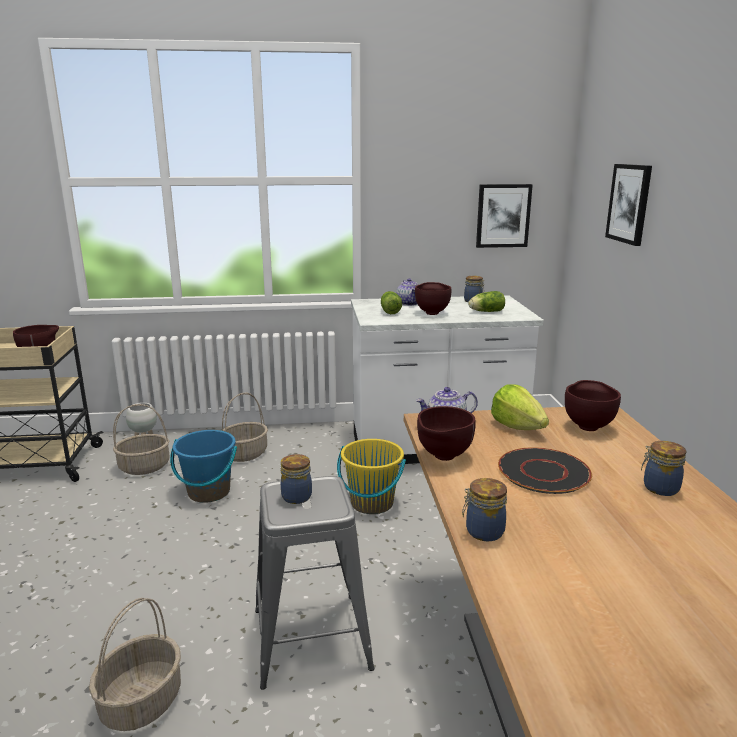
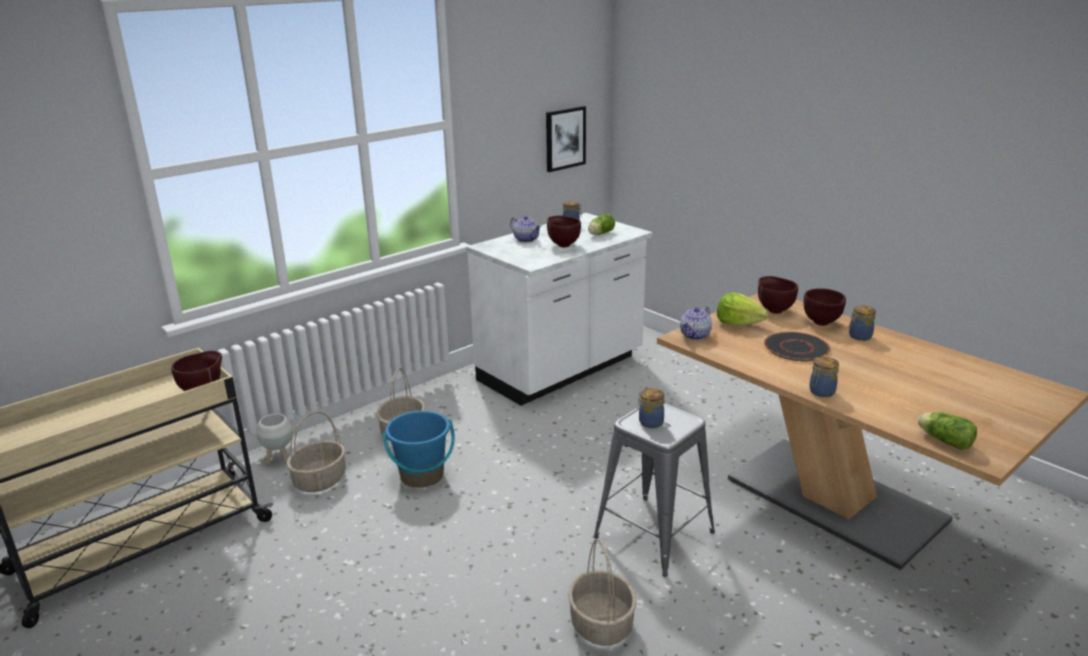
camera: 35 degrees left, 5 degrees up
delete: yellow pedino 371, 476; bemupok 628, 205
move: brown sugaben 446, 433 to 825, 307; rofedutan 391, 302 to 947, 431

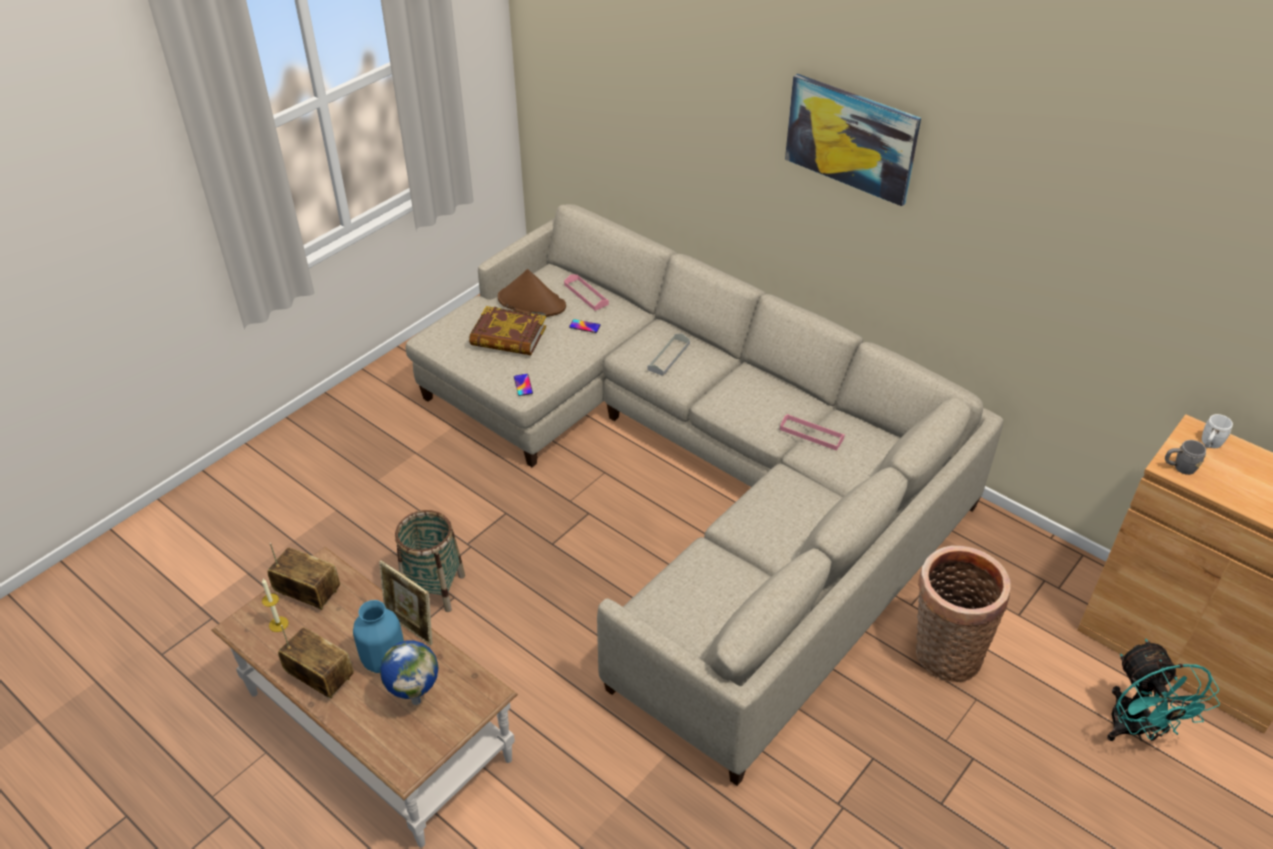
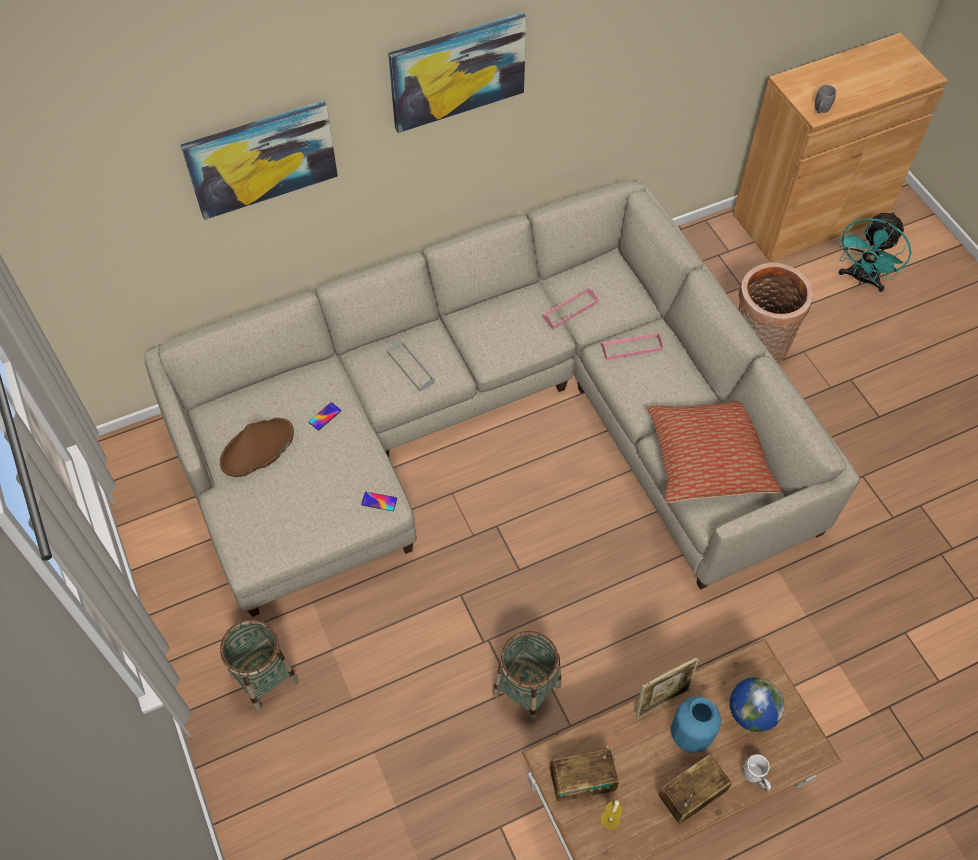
camera: 65 degrees left, 15 degrees up
delete: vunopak 507, 330
insert: bemupok 259, 160; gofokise 259, 665; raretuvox 714, 452
move: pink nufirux 586, 292 to 632, 346; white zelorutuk 1217, 431 to 757, 773
rotate: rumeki 303, 576 = 584, 774 150 degrees counterclockwise; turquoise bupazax 1163, 690 = 875, 251 105 degrees clockwise

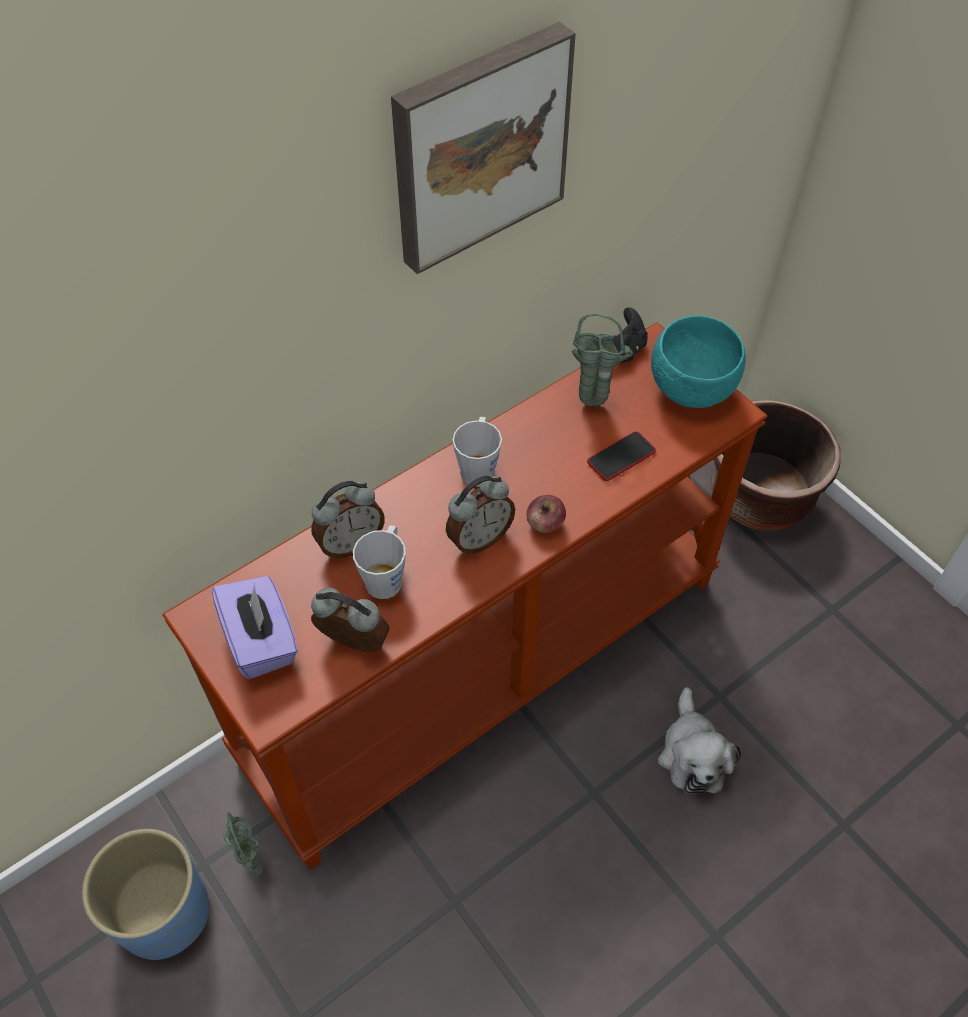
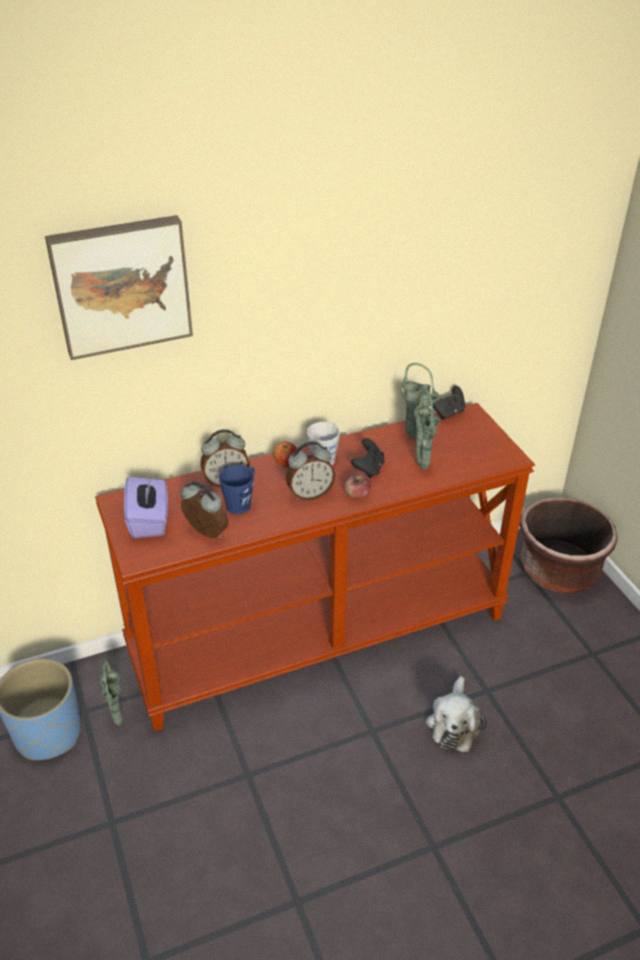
camera: 15 degrees right, 15 degrees down
delete: turquoise sugaben 698, 361
insert: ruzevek 285, 455; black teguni 367, 458
move: bemupok 483, 148 to 119, 287
replace: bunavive 621, 456 to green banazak 427, 429
recolor: grey zelorutuk 379, 562 to blue zelorutuk 237, 489

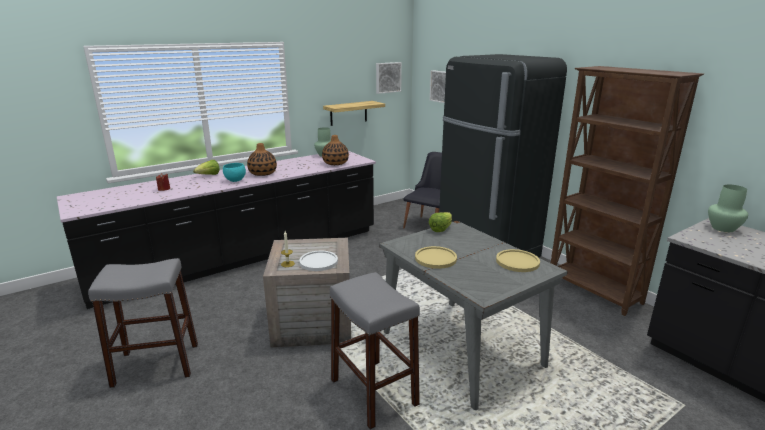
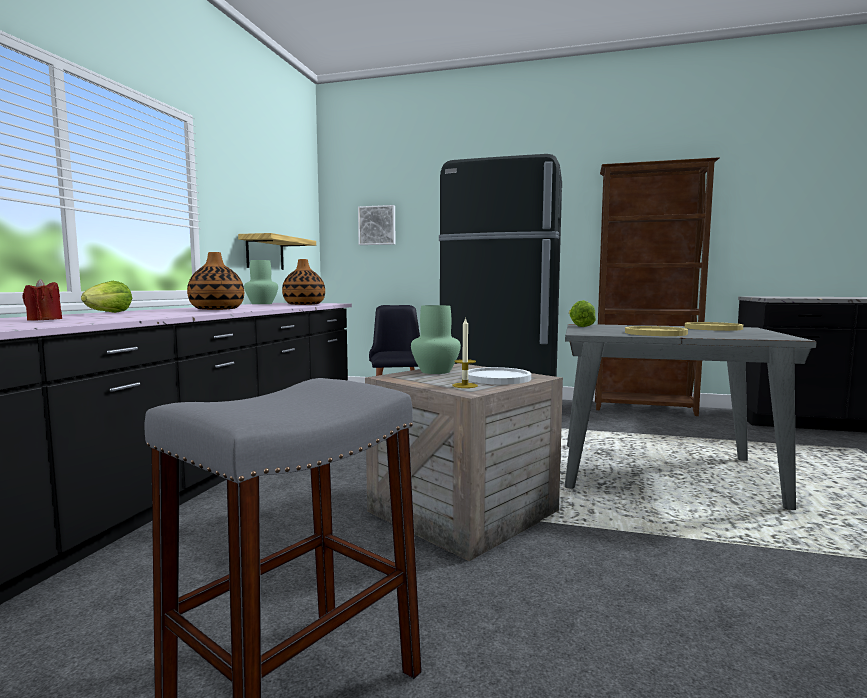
camera: 40 degrees left, 15 degrees down
delete: turquoise sugaben 234, 172; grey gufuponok 375, 350; bemupok 389, 78
move: green banazak 728, 208 to 436, 339

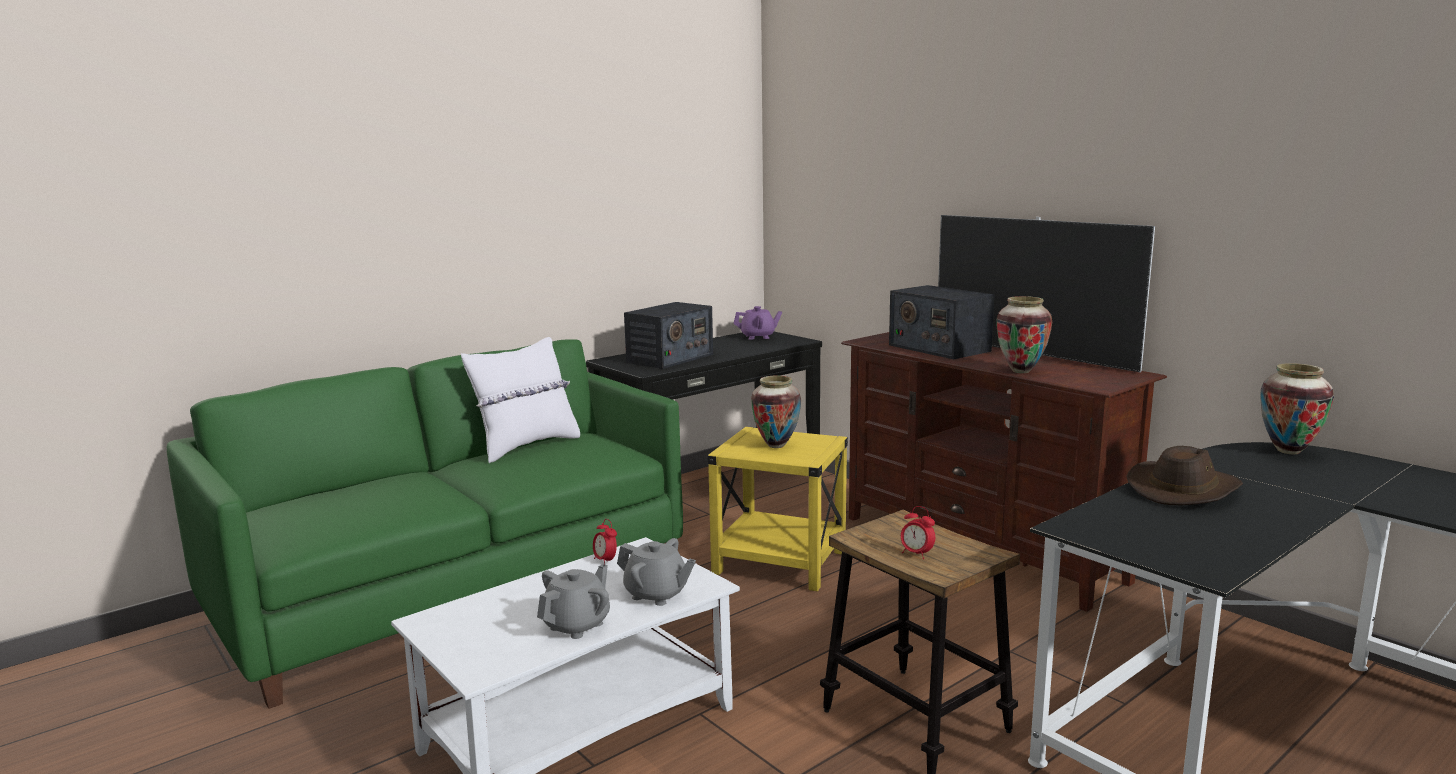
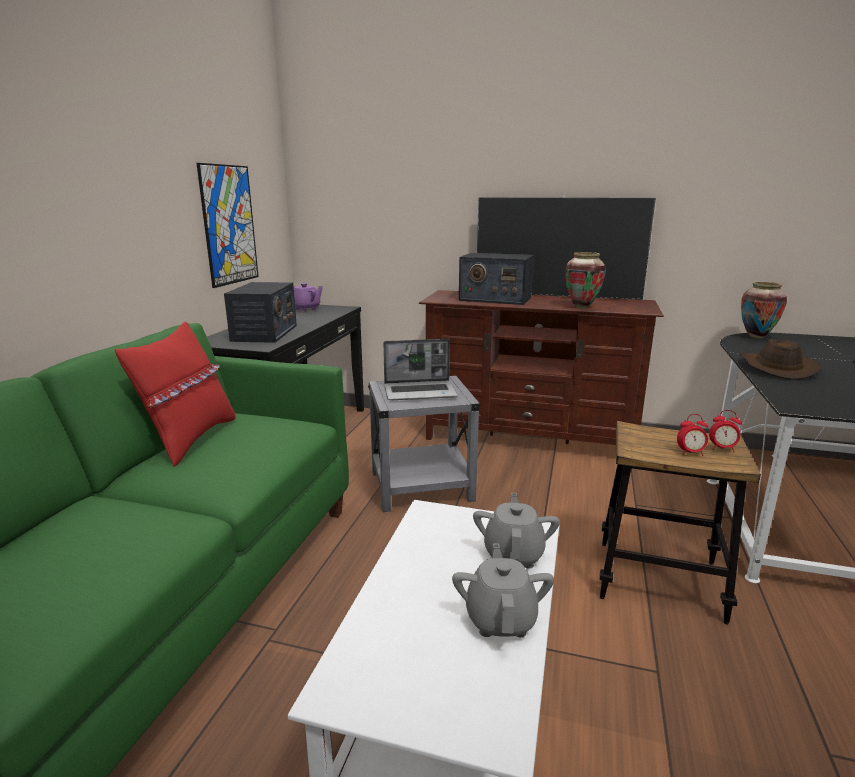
camera: 35 degrees left, 5 degrees up
insert: bemupok 227, 225
move: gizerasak 605, 541 to 725, 430
replace: banazak 776, 412 to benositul 420, 369
recolor: white raretuvox 520, 400 to red raretuvox 175, 394; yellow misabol 777, 509 to grey misabol 424, 444
rotate: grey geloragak 656, 572 = 516, 530 75 degrees counterclockwise

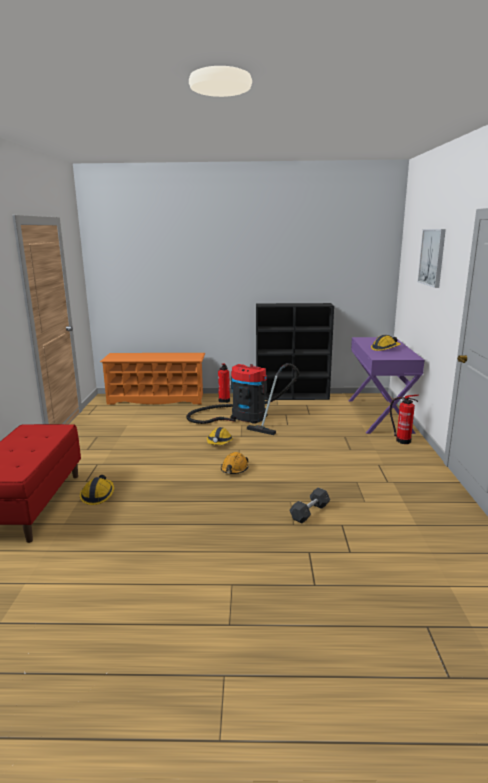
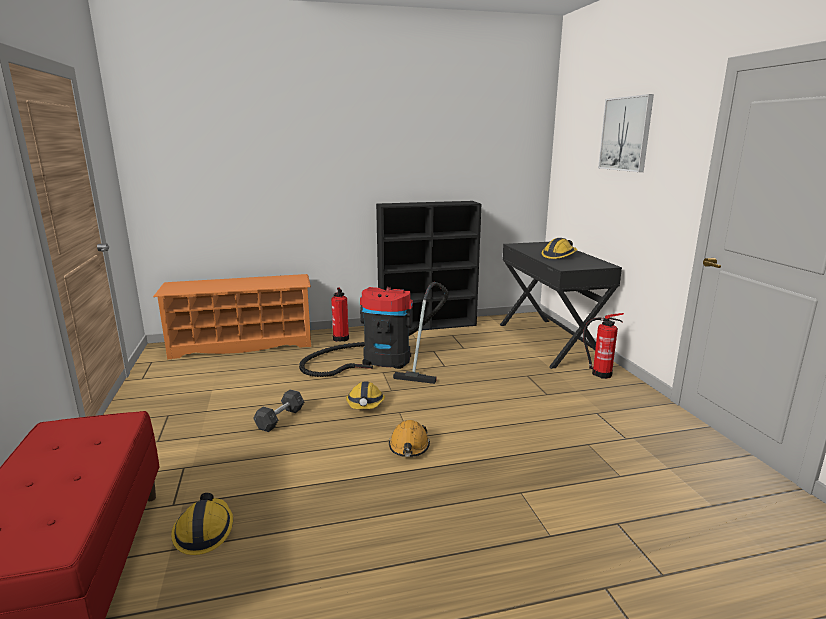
camera: 15 degrees left, 0 degrees up
move: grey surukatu 310, 505 to 278, 410
recolor: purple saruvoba 386, 385 to black saruvoba 561, 305

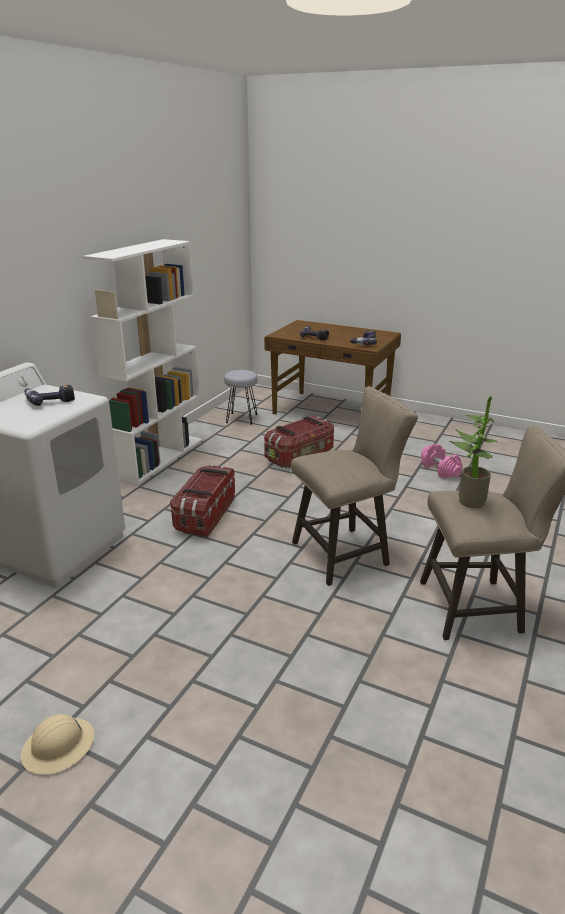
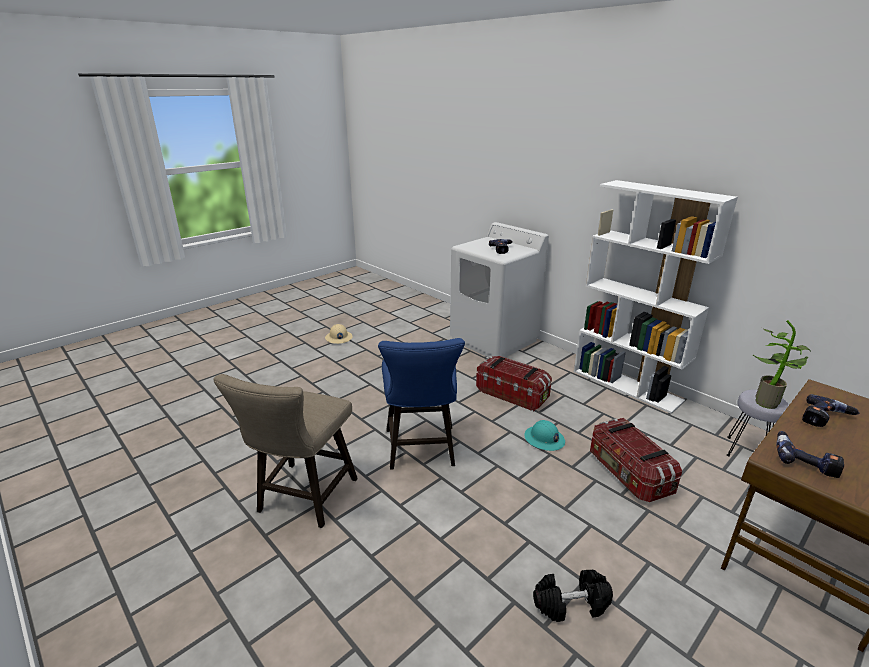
camera: 110 degrees right, 0 degrees up
insert: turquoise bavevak 544, 435
move: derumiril 473, 451 to 782, 364
recolor: beige gufuponok 354, 486 to blue gufuponok 421, 404; pink surukatu 442, 461 to black surukatu 573, 596

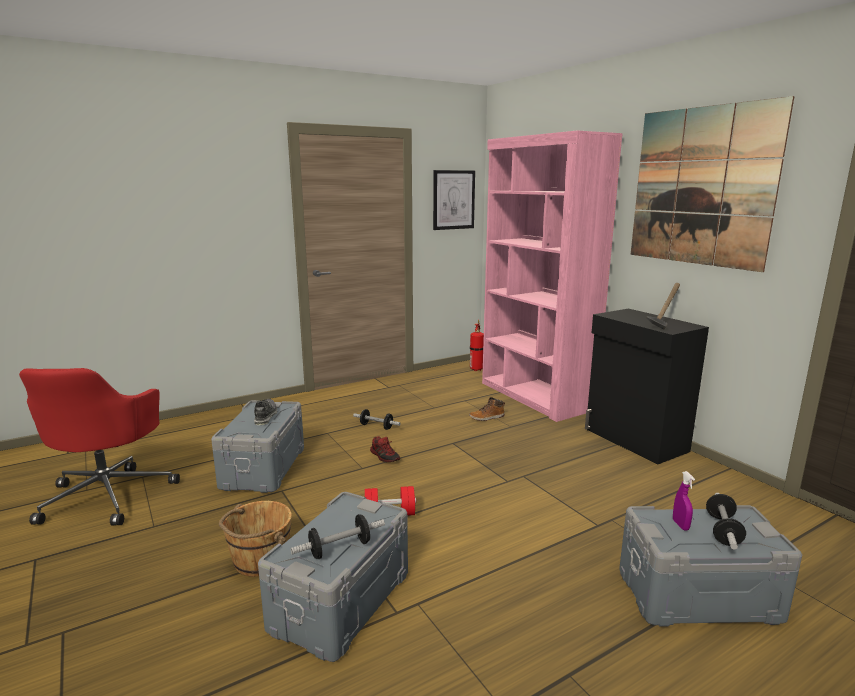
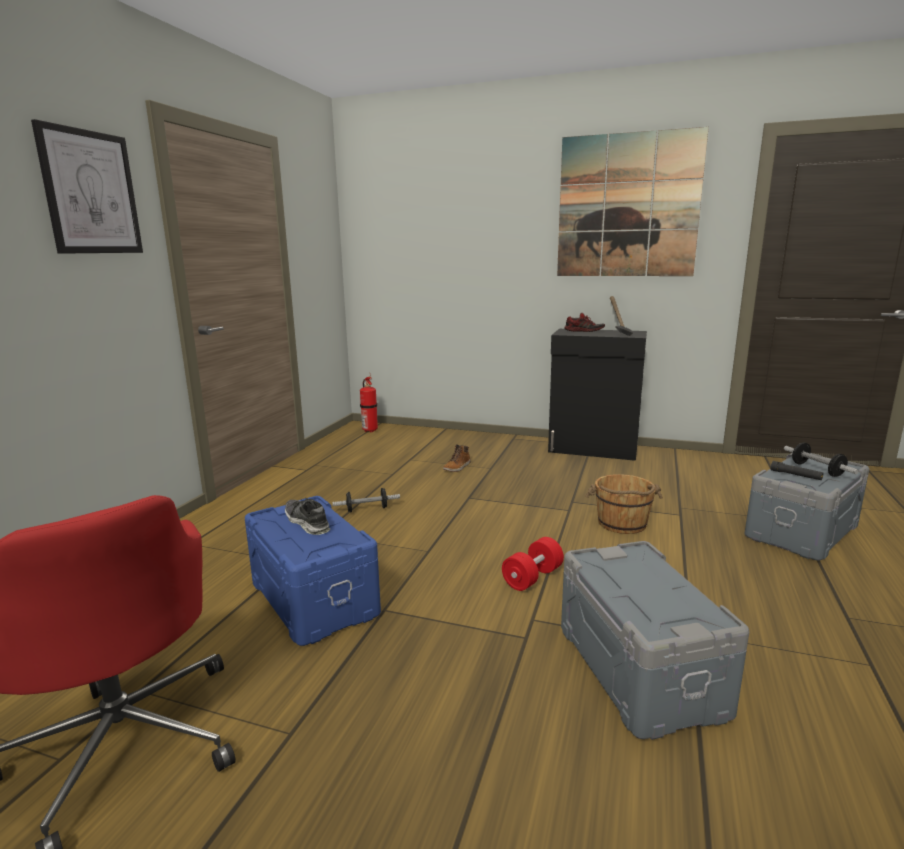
camera: 40 degrees left, 0 degrees up
delete: surukatu 337, 536; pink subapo 552, 276
move: bemupok 454, 200 to 87, 186; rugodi 385, 449 to 584, 322; brown pedino 255, 539 to 624, 504
replace: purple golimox 684, 500 to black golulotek 796, 470
recolor: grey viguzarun 257, 446 to blue viguzarun 313, 571

